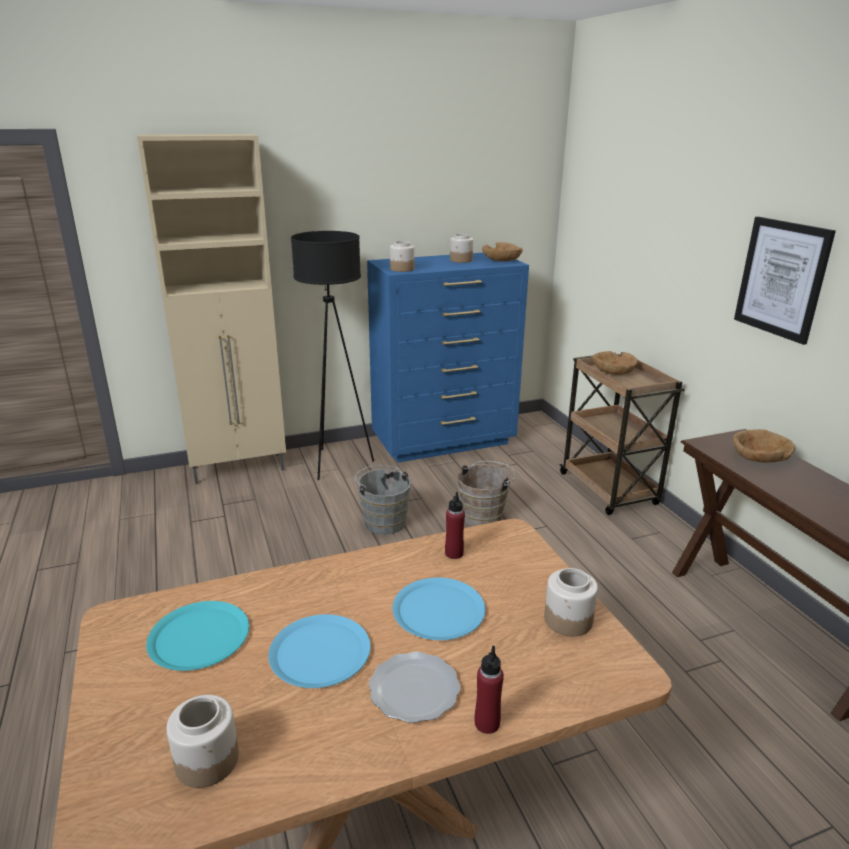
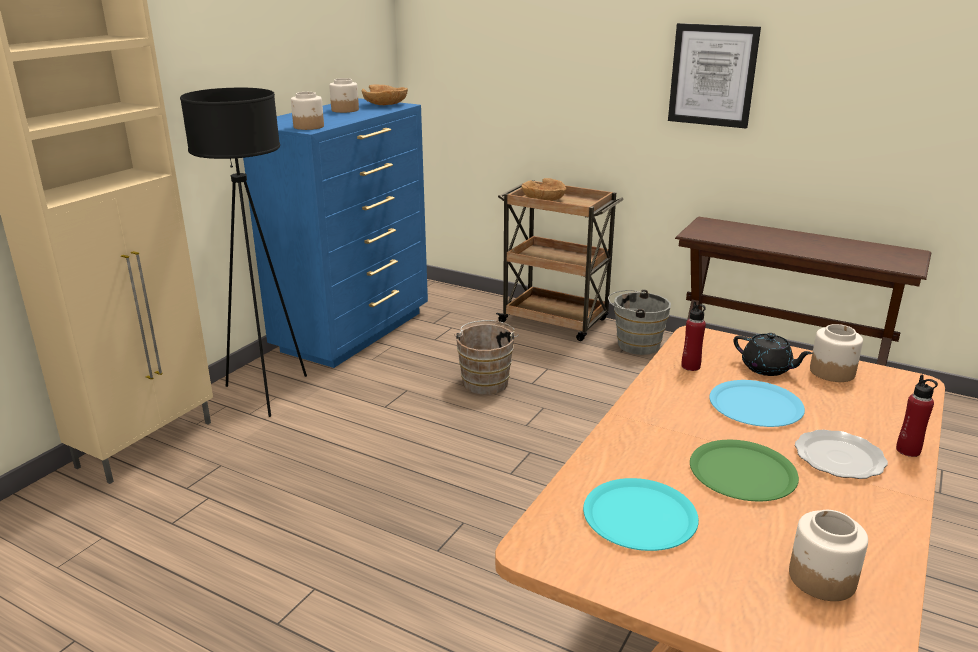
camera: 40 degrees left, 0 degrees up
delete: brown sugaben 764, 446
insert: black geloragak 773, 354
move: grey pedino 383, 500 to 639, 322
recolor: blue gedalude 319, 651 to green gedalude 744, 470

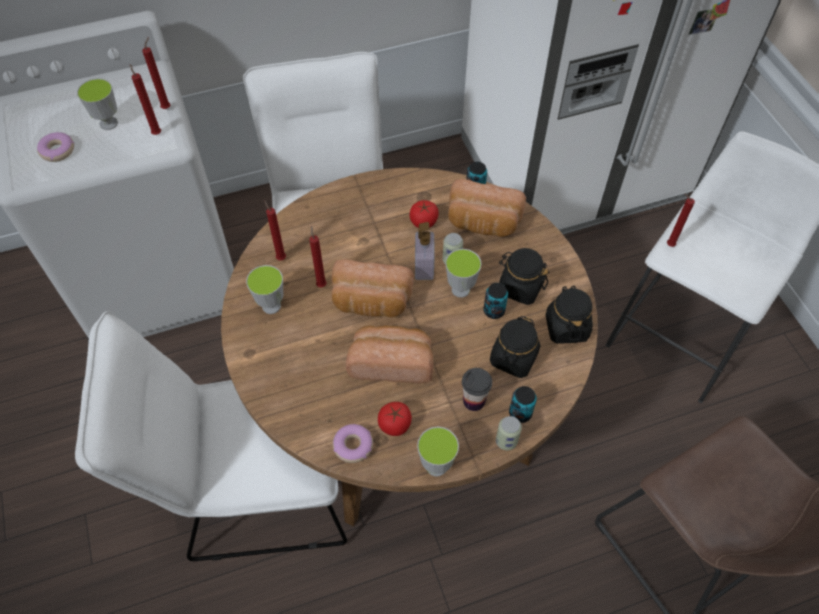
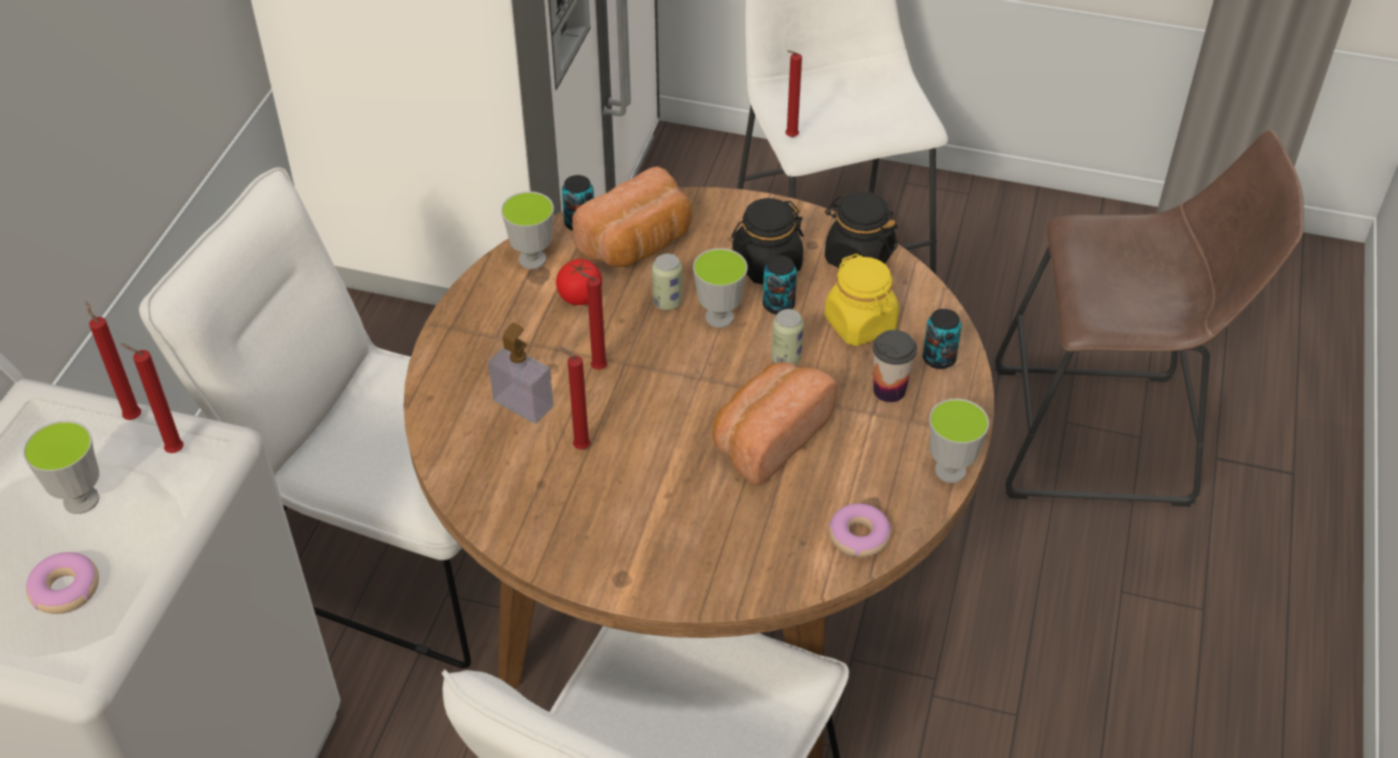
camera: 55 degrees left, 10 degrees down
delete: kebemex 373, 288; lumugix 395, 419
move: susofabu 425, 251 to 521, 373; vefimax 264, 289 to 527, 230; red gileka 275, 230 to 593, 320; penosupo 509, 433 to 787, 337
recolor: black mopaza 515, 347 to yellow mopaza 861, 300

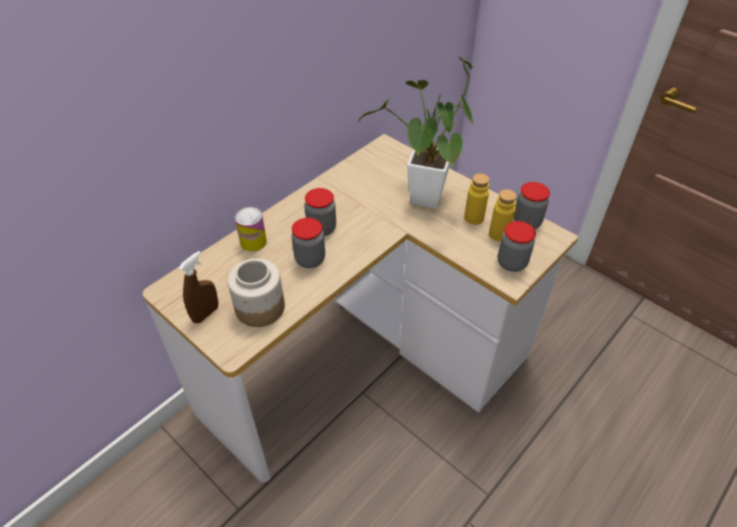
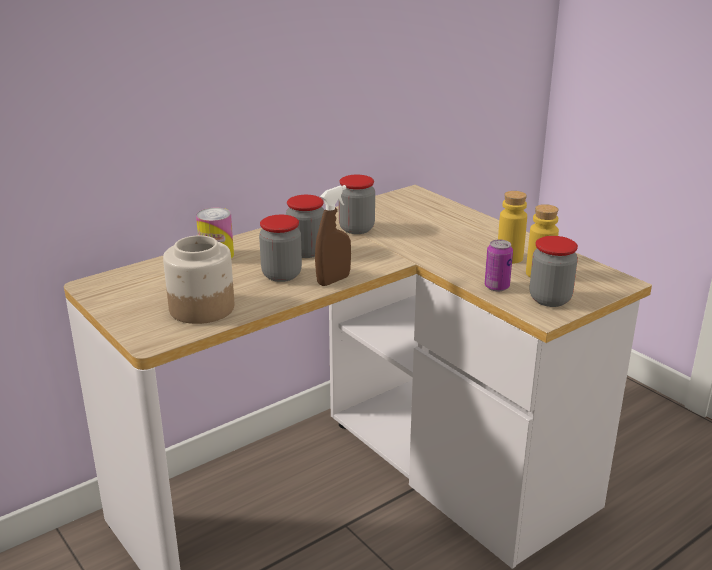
camera: 10 degrees right, 20 degrees down
delete: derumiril 416, 133
insert: penosupo 499, 265
move: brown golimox 198, 287 to 333, 235; mopaza 532, 205 to 357, 204

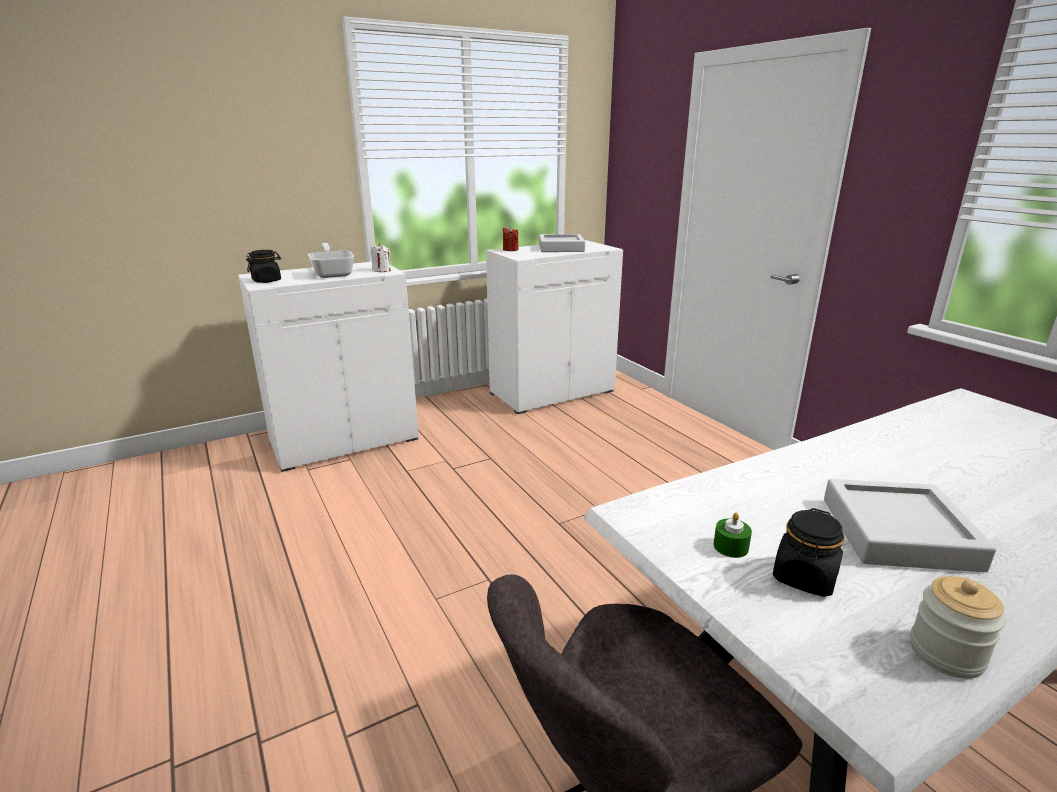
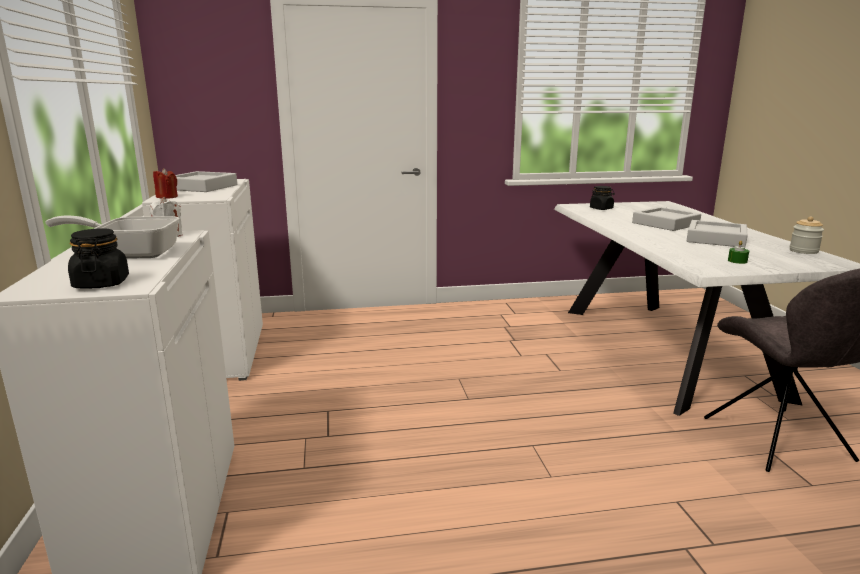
camera: 70 degrees left, 5 degrees down
insert: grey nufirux 666, 219
move: black mopaza 808, 552 to 602, 198

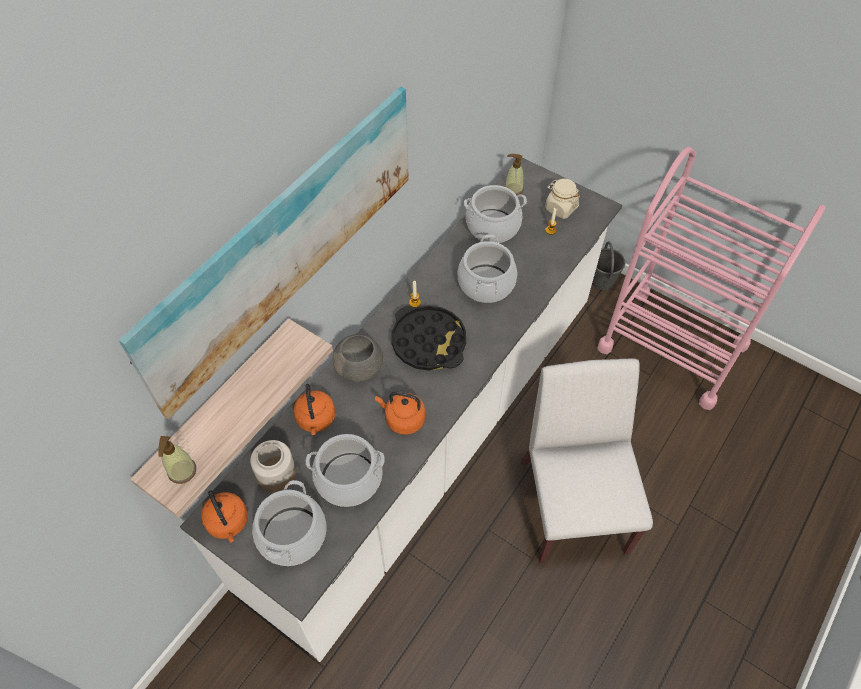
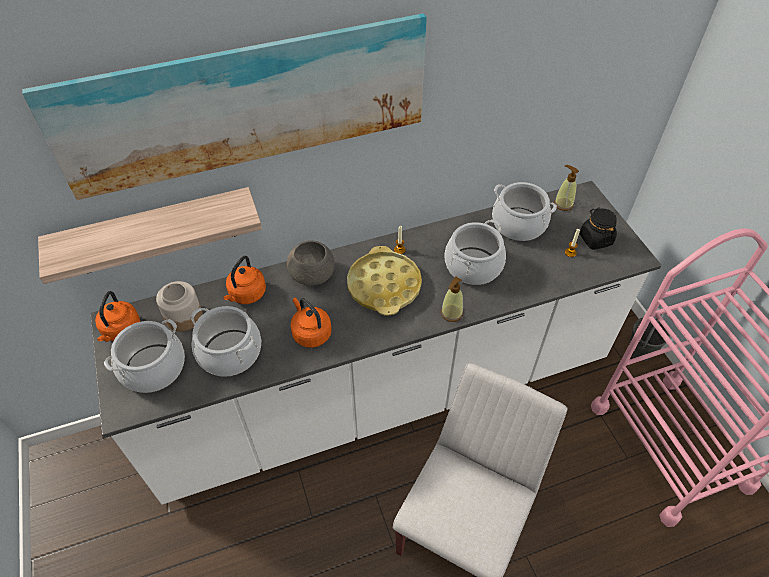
camera: 35 degrees right, 5 degrees down
move: susofabu 177, 460 to 452, 299
recolor: black nufirux 429, 338 to yellow nufirux 384, 281; beige mopaza 562, 199 to black mopaza 598, 228

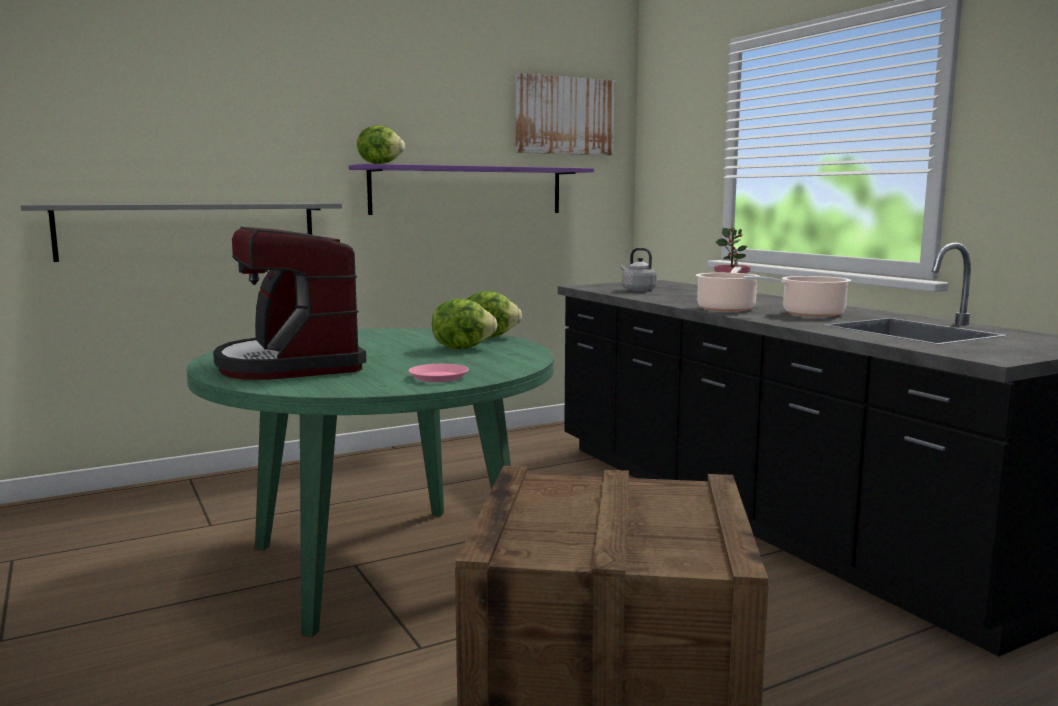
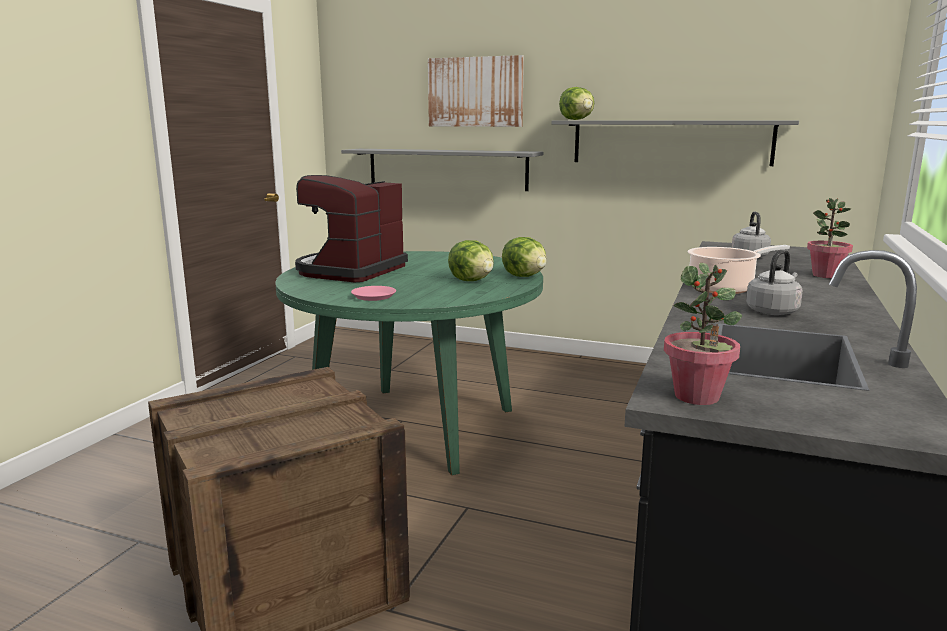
camera: 50 degrees right, 5 degrees up
insert: derumiril 703, 334
move: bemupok 565, 114 to 476, 91
replace: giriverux 797, 296 to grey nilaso 774, 282
recolor: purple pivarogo 471, 189 to grey pivarogo 675, 143

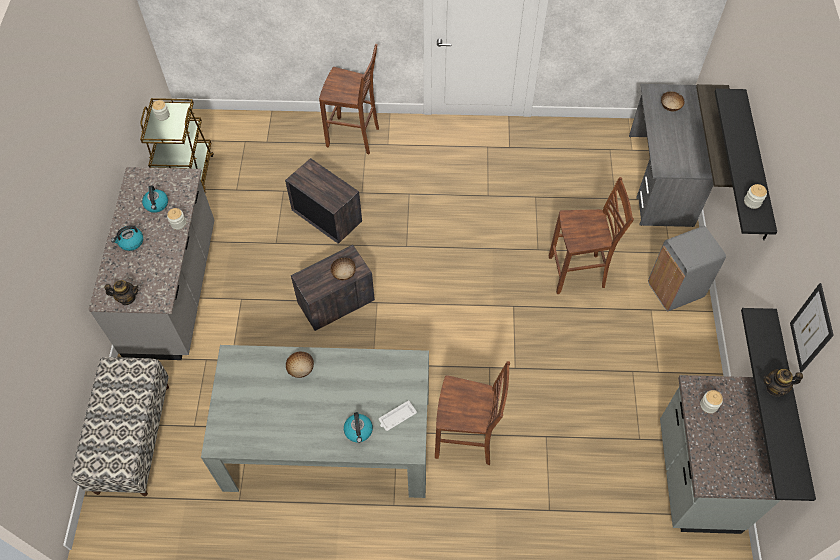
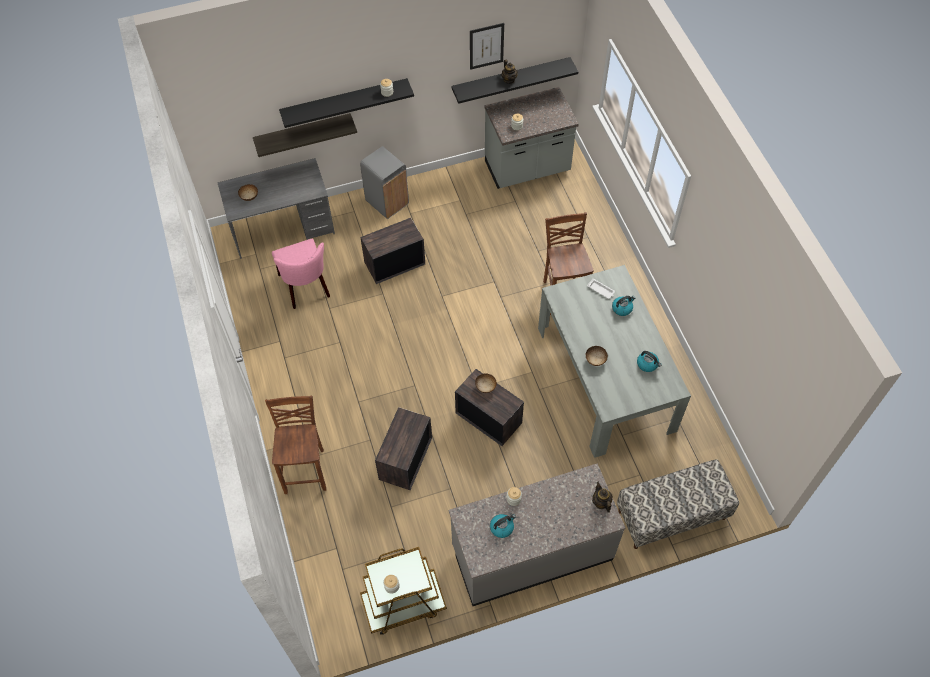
camera: 110 degrees left, 0 degrees up
insert: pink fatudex 301, 274
move: nilaso 127, 238 to 649, 361
replace: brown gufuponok 591, 235 to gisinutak 392, 251

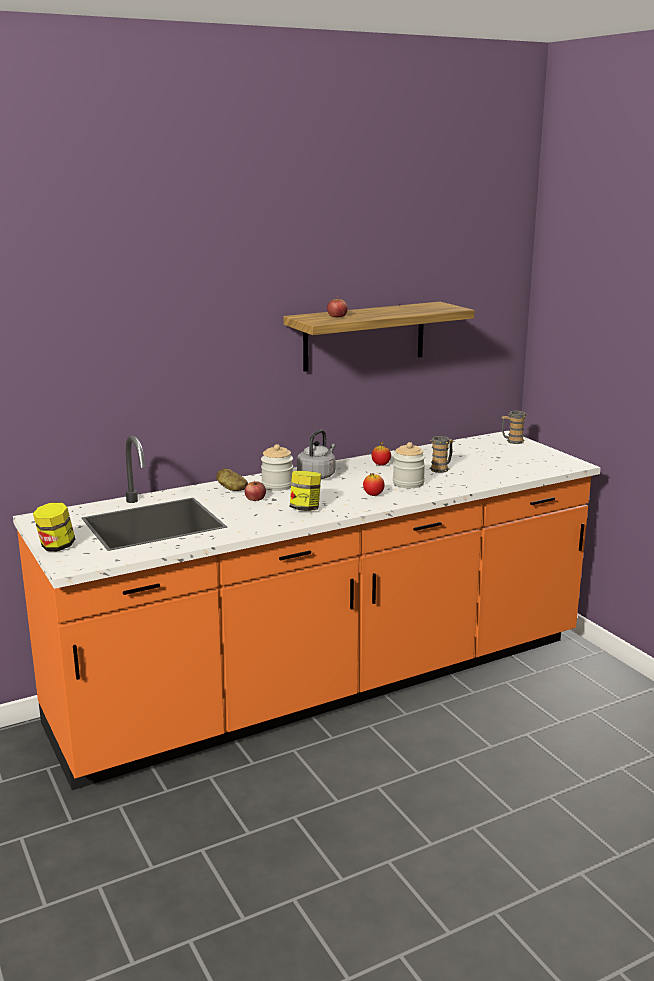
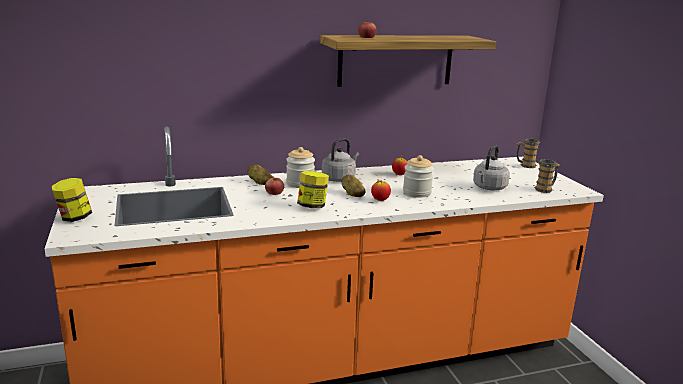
camera: 10 degrees right, 0 degrees up
insert: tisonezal 353, 186; grey nilaso 491, 167
move: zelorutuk 442, 454 to 546, 176

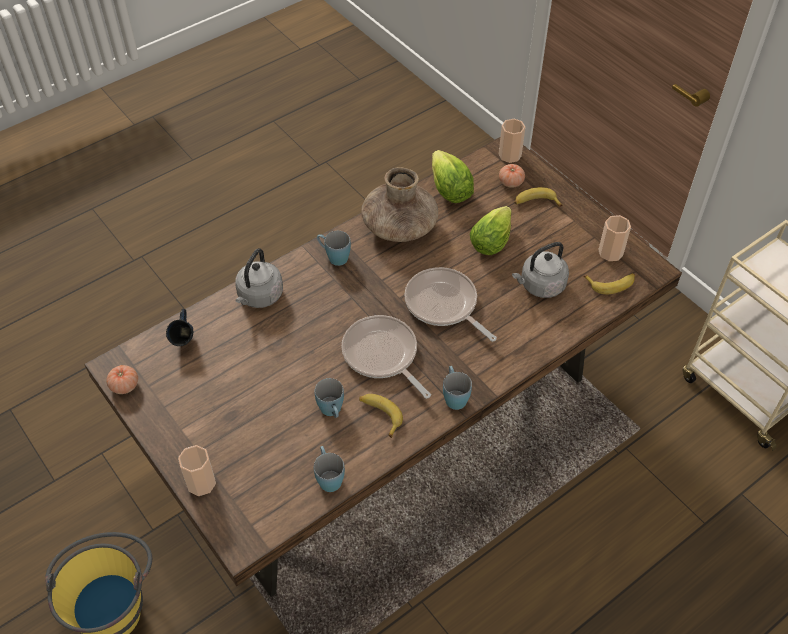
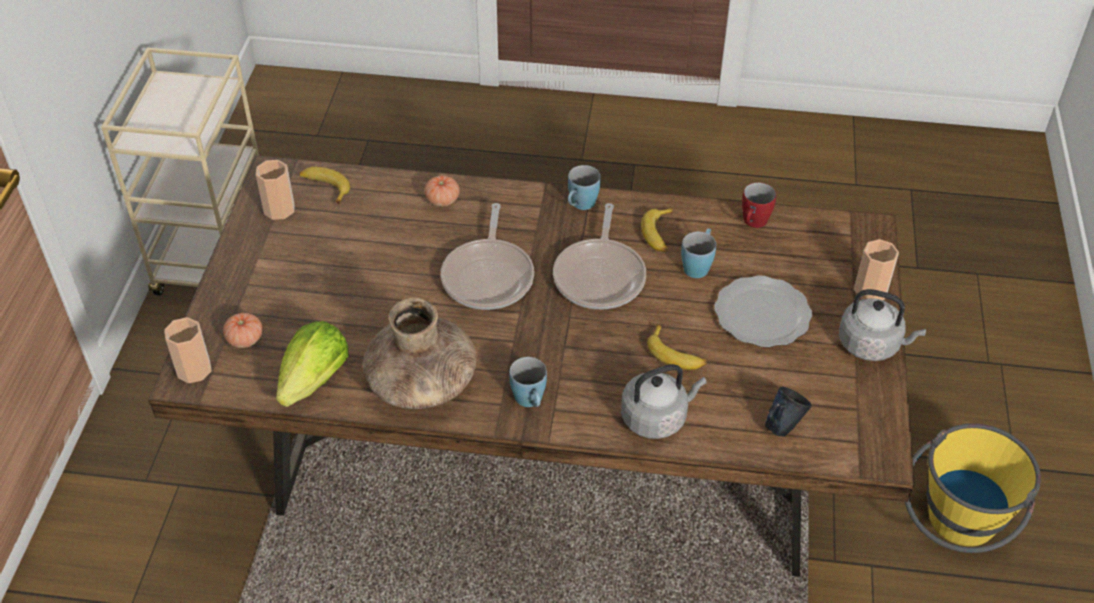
camera: 135 degrees left, 5 degrees down
delete: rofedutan 491, 230
insert: gedalude 763, 311
move: lumugix 122, 379 to 442, 190; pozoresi 538, 197 to 677, 347; grey nilaso 540, 270 to 882, 325
recolor: blue zelorutuk 329, 469 to red zelorutuk 759, 205

